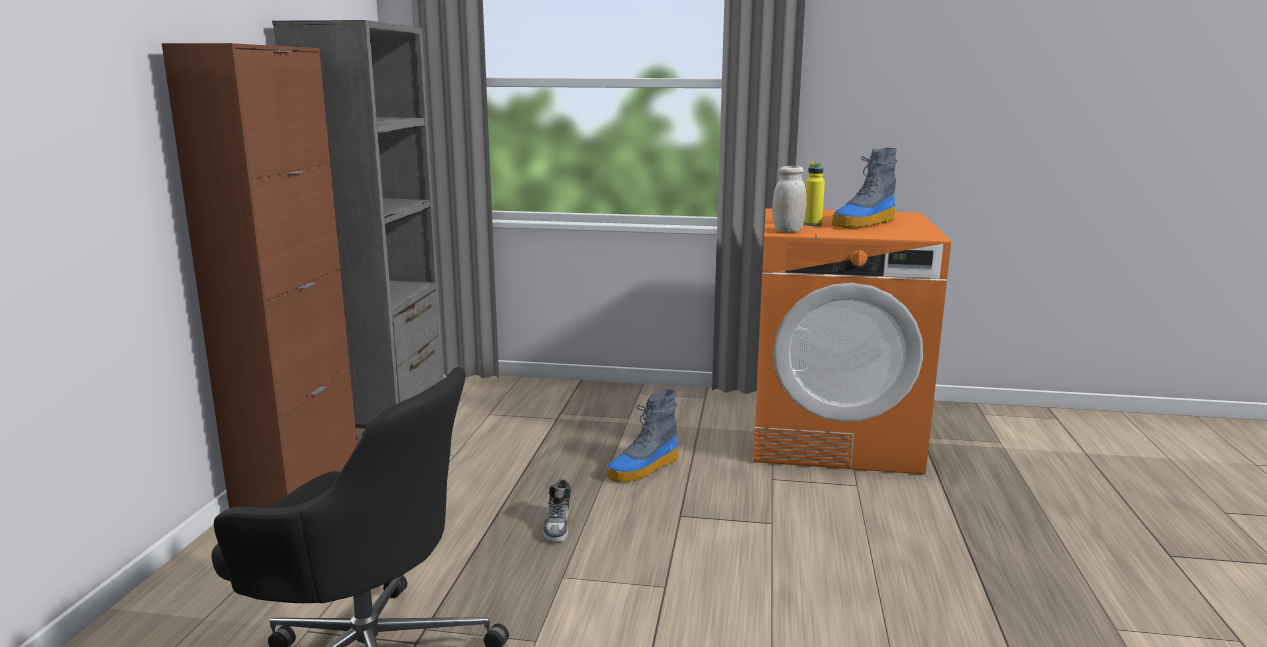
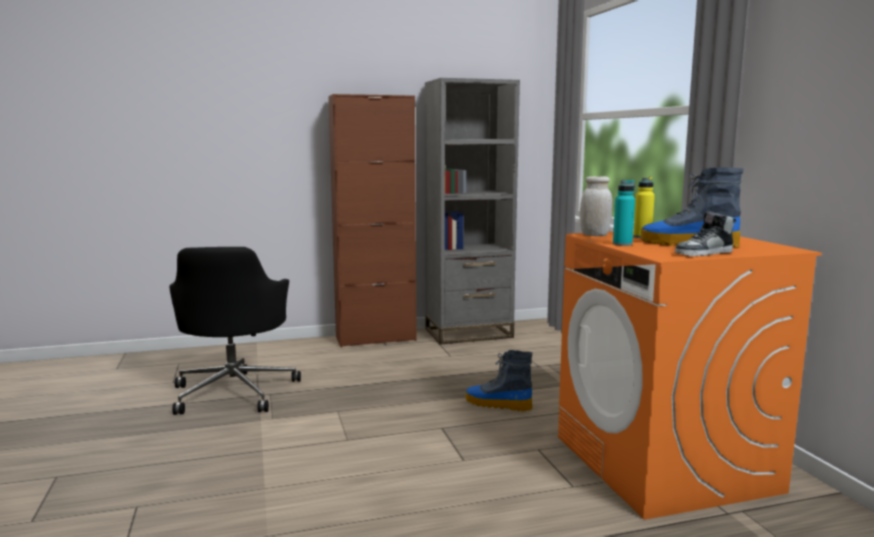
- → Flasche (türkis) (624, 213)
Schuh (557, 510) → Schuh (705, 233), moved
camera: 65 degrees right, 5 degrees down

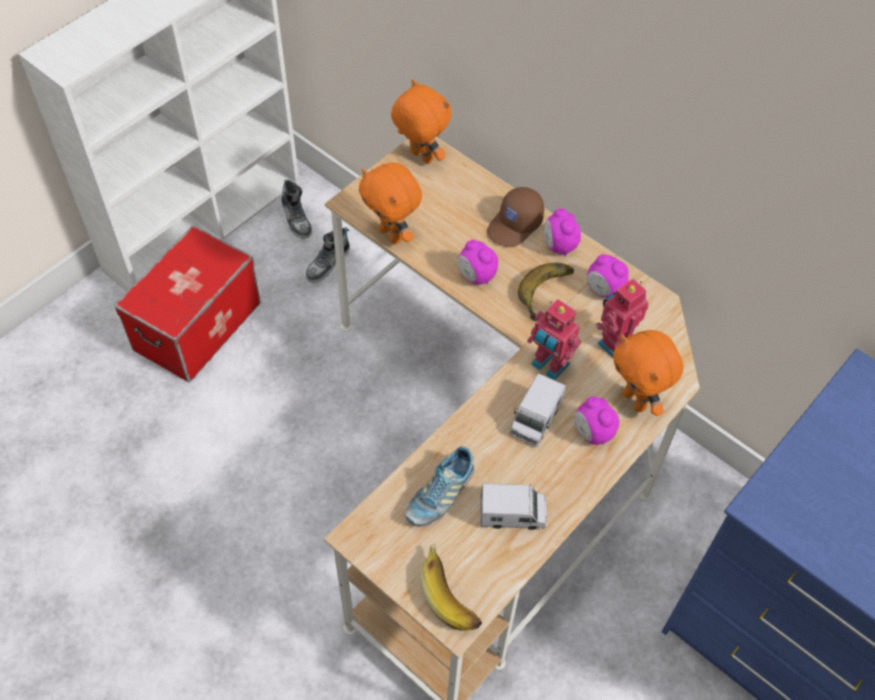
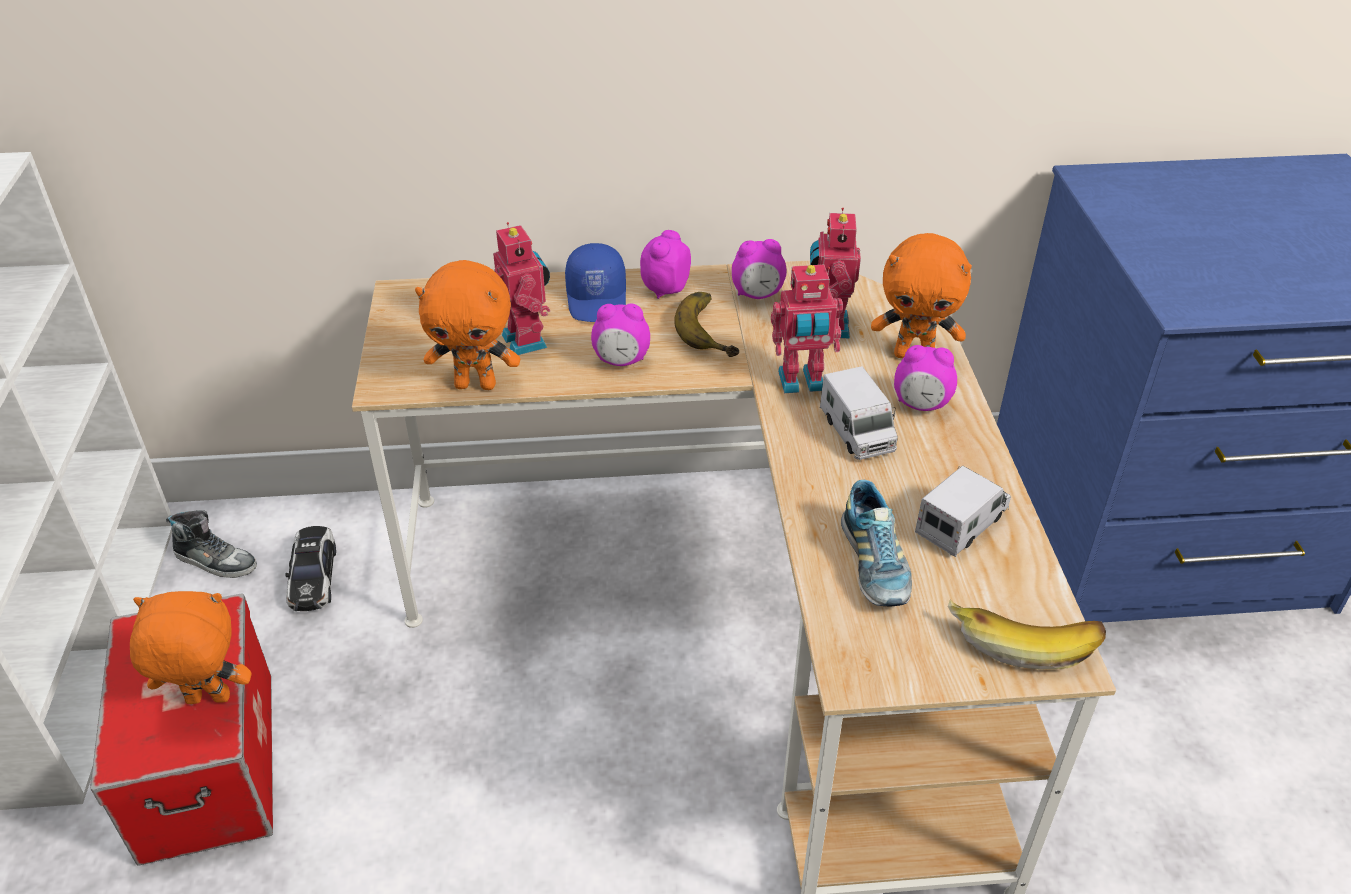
Plüschtier (orange) (421, 121) → Plüschtier (orange) (190, 647), moved
Schuh (328, 255) → Spielzeugauto (310, 568)
- → Spielzeugroboter (521, 288)
Kappe (braun) (515, 217) → Kappe (blau) (595, 282)
Wecker (562, 232) → Wecker (665, 264), 90 degrees clockwise
camera: 45 degrees left, 15 degrees down

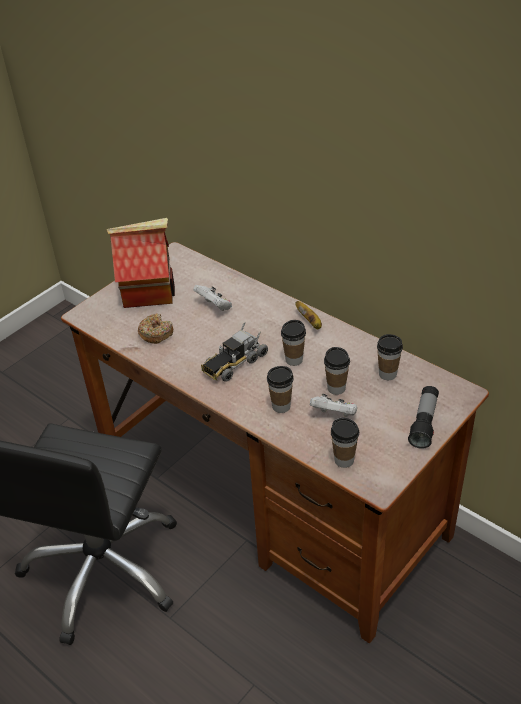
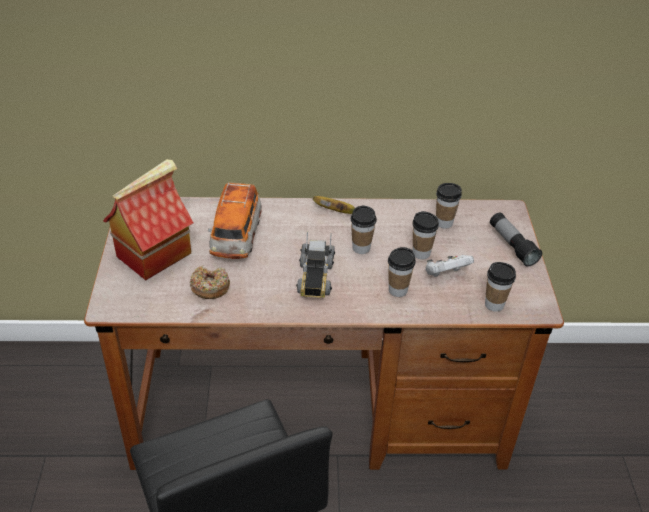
Gamepad (weiß) (212, 298) → Spielzeugauto (235, 221)
camera: 45 degrees left, 0 degrees up

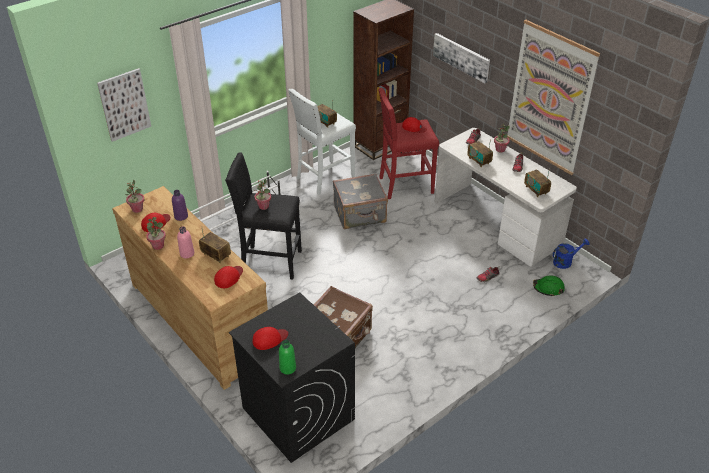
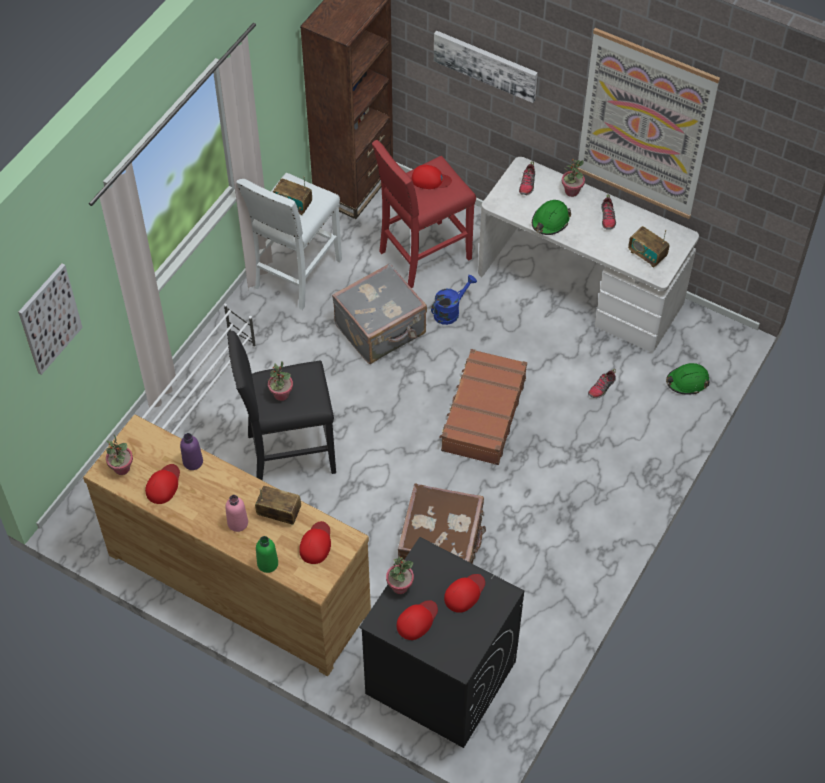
Flasche (grün) (287, 357) → Flasche (grün) (267, 554), moved
Topfpflanze (156, 233) → Topfpflanze (400, 575), moved
Gießkanne (blau) (571, 253) → Gießkanne (blau) (454, 300), moved
- → Koffer (braun) (483, 407)
- → Kappe (rot) (464, 593)
Radio (480, 153) → Schutzhelm (grün) (551, 217)
camera: 20 degrees left, 15 degrees up

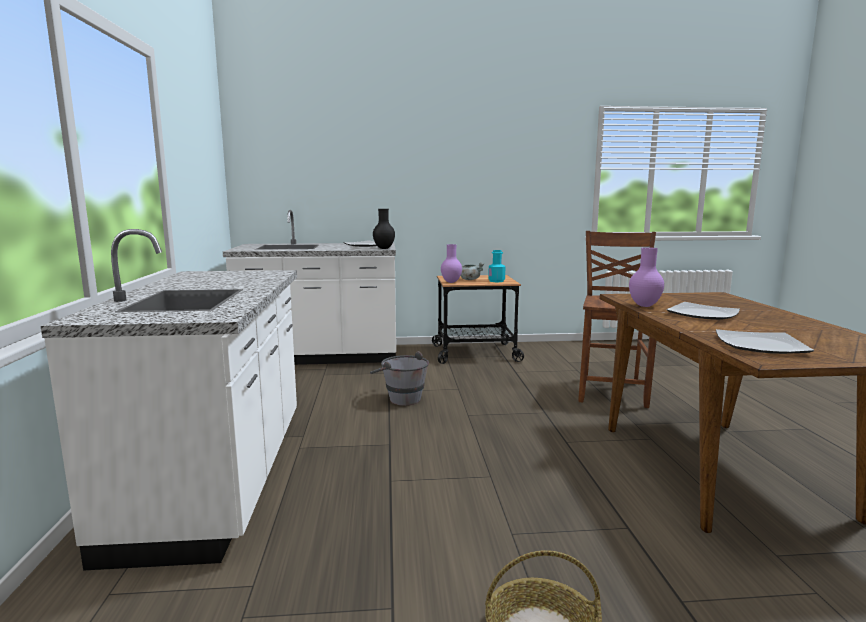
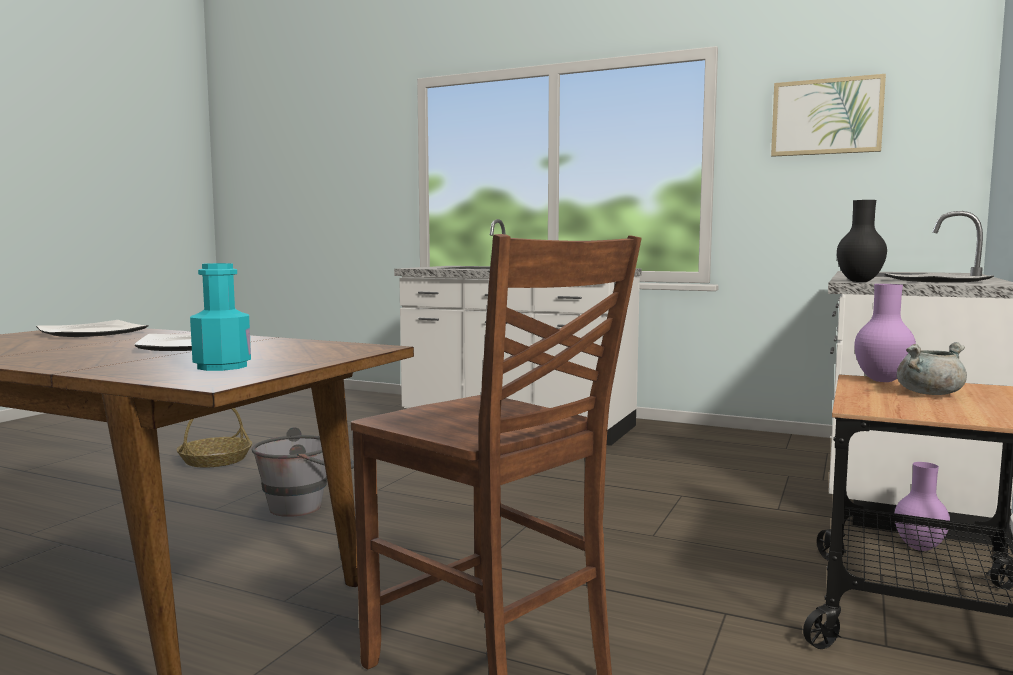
Flasche (türkis) (496, 266) → Flasche (türkis) (220, 317), moved
Eimer (grau) (399, 378) → Eimer (grau) (303, 472), moved
- → Bild (828, 115)
Vase (lila) (646, 277) → Vase (lila) (922, 506), moved
camera: 120 degrees right, 5 degrees down

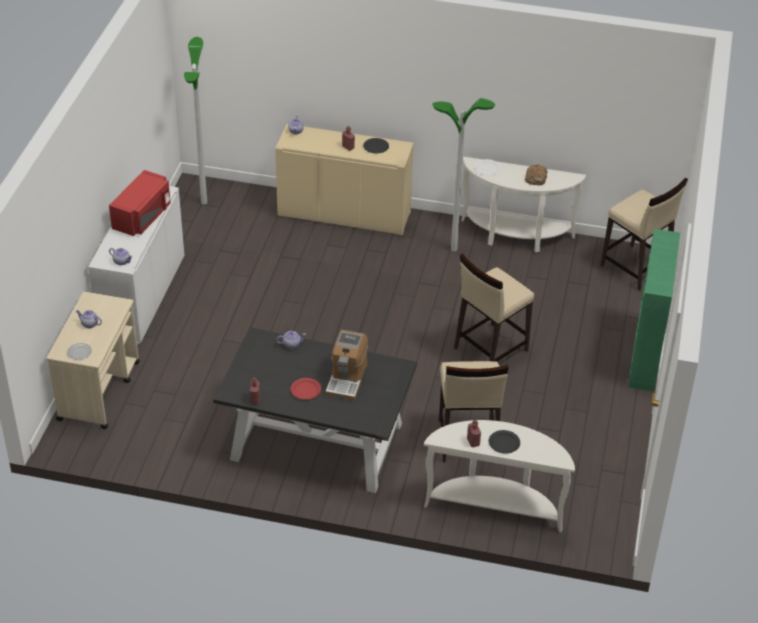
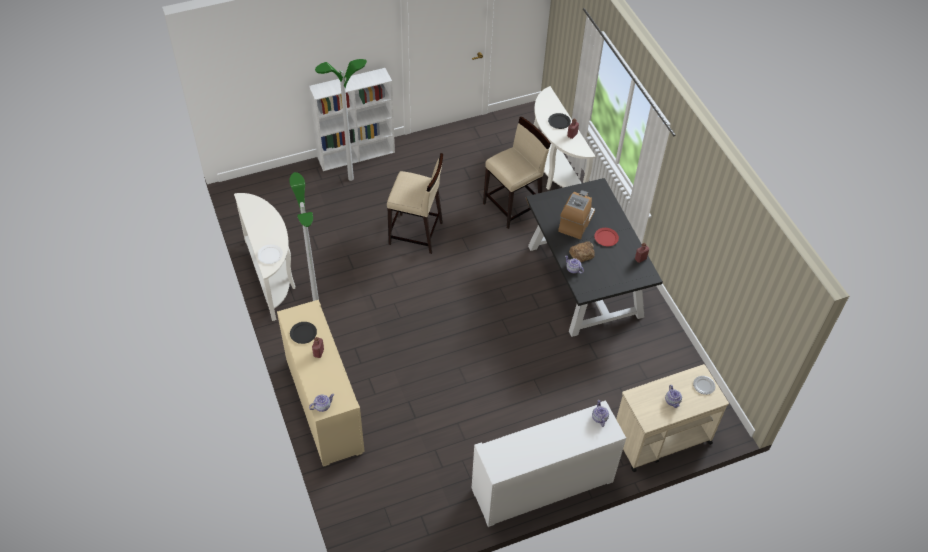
Bücherregal (grün) (654, 310) → Bücherregal (weiß) (352, 119)
Stehlampe (195, 120) → Stehlampe (341, 120), moved
Kaffeemaschine (346, 365) → Kaffeemaschine (576, 214), 45 degrees counterclockwise
Brot (536, 175) → Brot (582, 251), moved
Mikrowelle (rot) (140, 203) → -
Hocker (beige) (644, 234) → -
camera: 125 degrees left, 10 degrees up

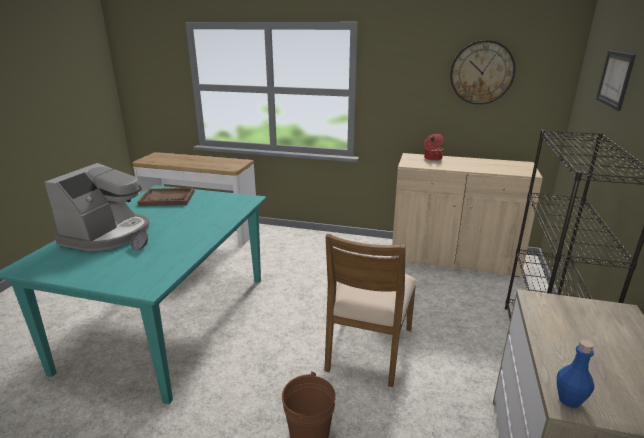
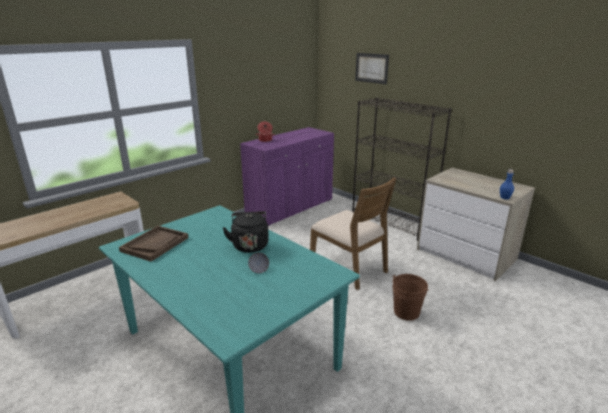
- → Wasserkessel (schwarz) (246, 232)
Schrank (beige) (467, 215) → Schrank (lila) (287, 176)
Kaffeemaschine (97, 207) → -
Wanduhr (483, 72) → -
camera: 60 degrees left, 0 degrees up

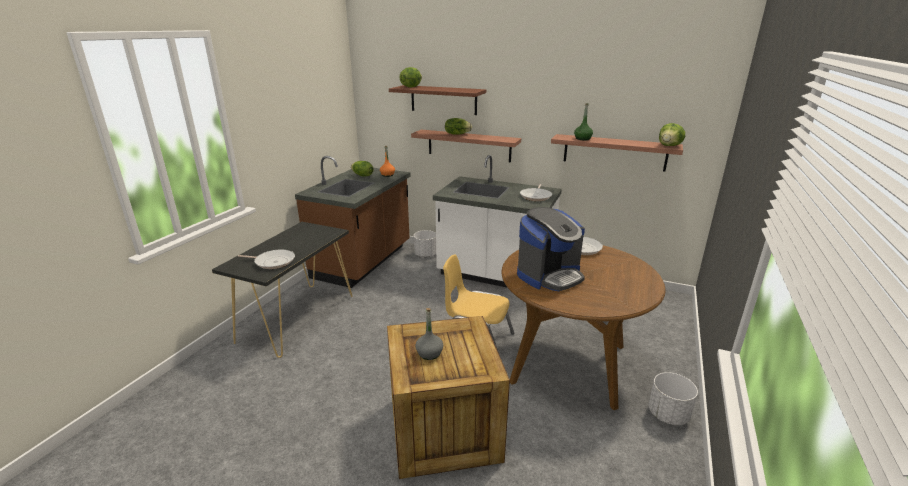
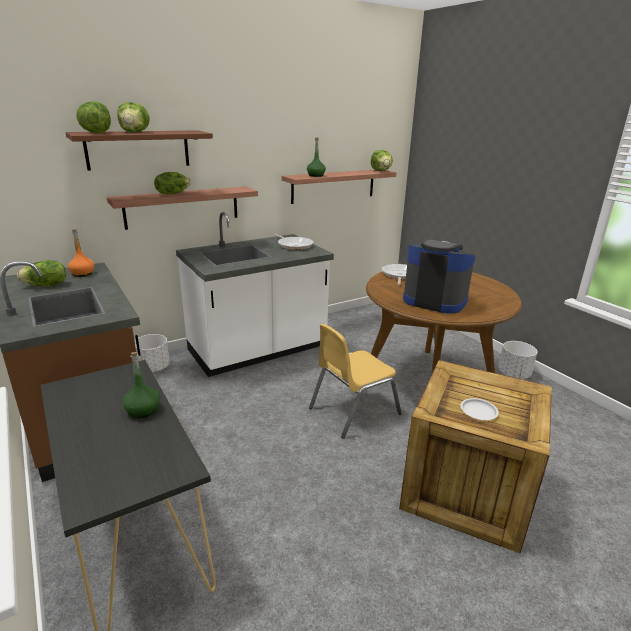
- → Salatkopf (133, 117)
- → Flasche (grün) (141, 385)
Kaffeemaschine (551, 249) → Kaffeemaschine (439, 276), 60 degrees counterclockwise
Flasche (grau) (429, 334) → Teller (weiß) (479, 409)
Pfanne (266, 259) → -
camera: 55 degrees left, 0 degrees up

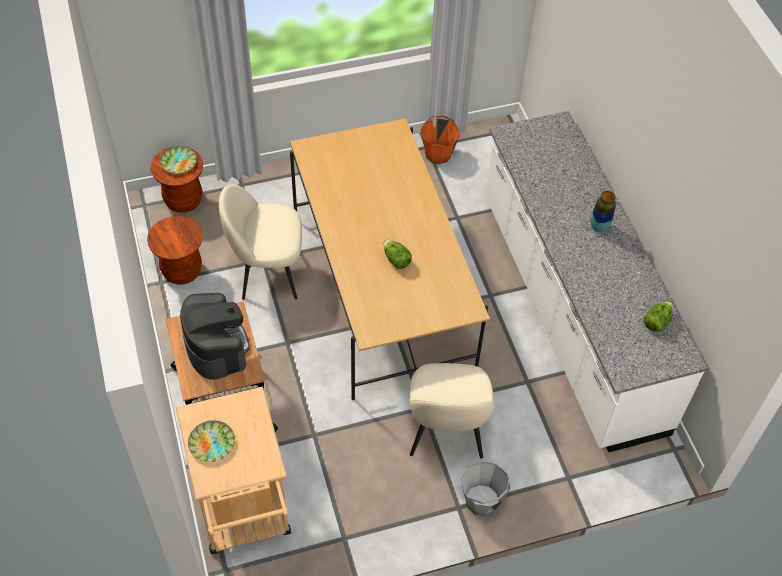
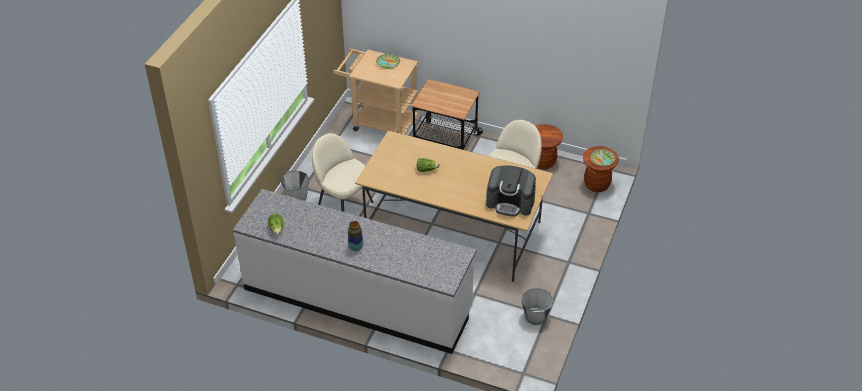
Kaffeemaschine (215, 336) → Kaffeemaschine (511, 190), moved
Eimer (orange) (440, 140) → Eimer (grau) (537, 306)
camera: 130 degrees right, 10 degrees down

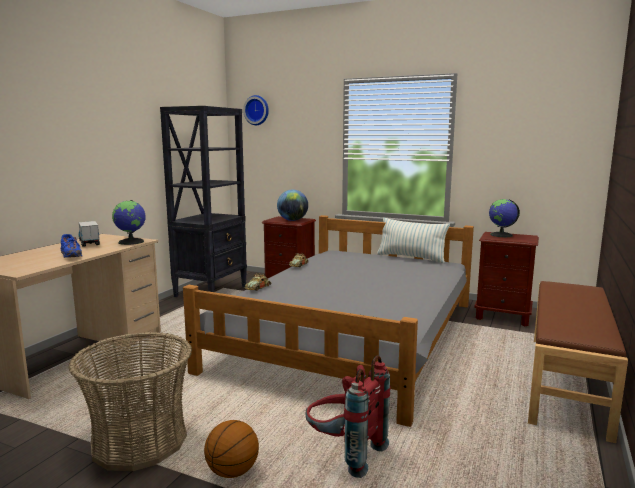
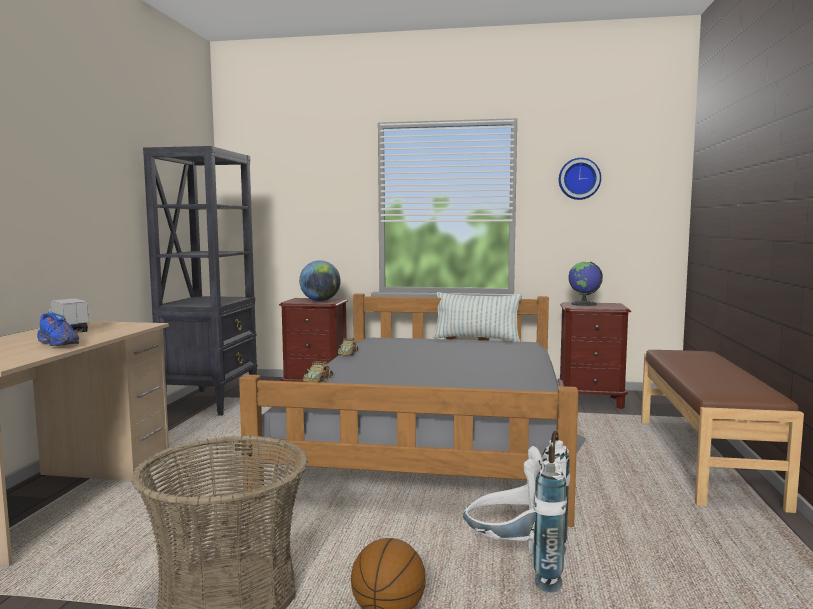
Rucksack (rot) (348, 417) → Rucksack (weiß) (516, 511)
Wanduhr (256, 110) → Wanduhr (580, 179), moved
Globus (129, 222) → -
camera: 15 degrees left, 5 degrees down

